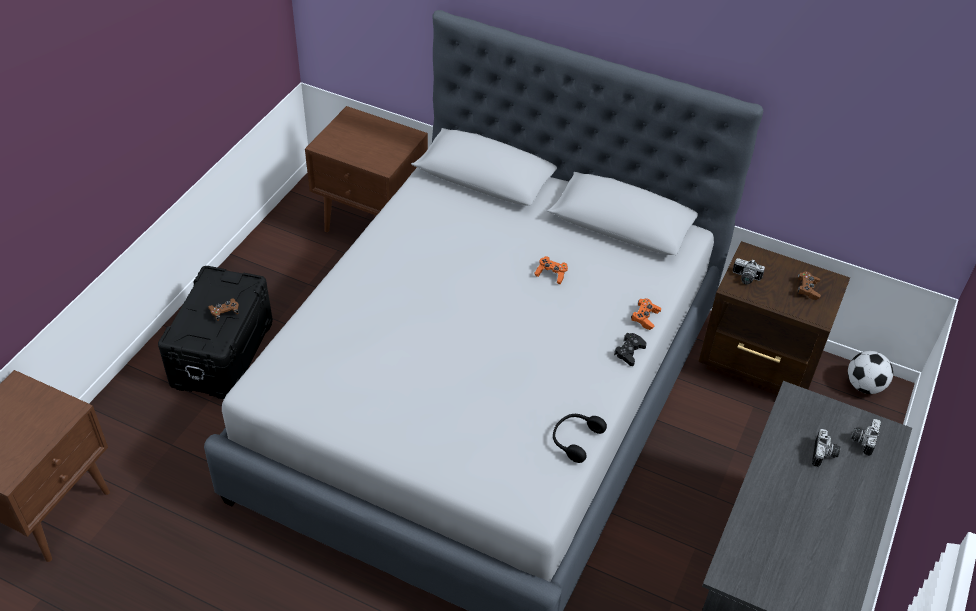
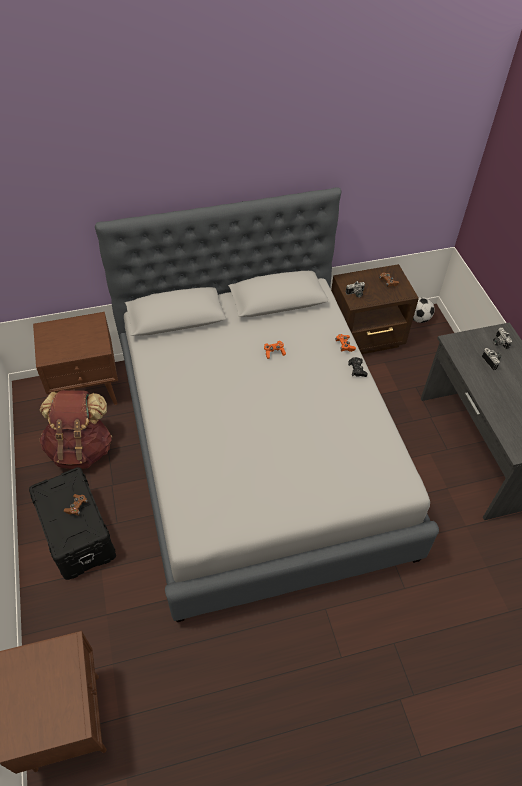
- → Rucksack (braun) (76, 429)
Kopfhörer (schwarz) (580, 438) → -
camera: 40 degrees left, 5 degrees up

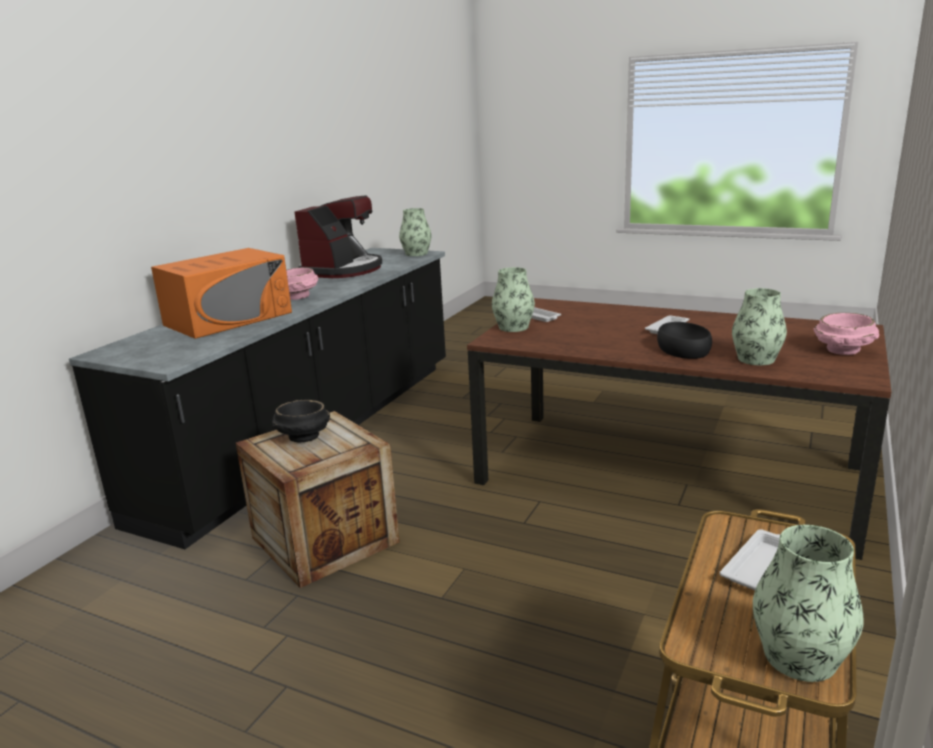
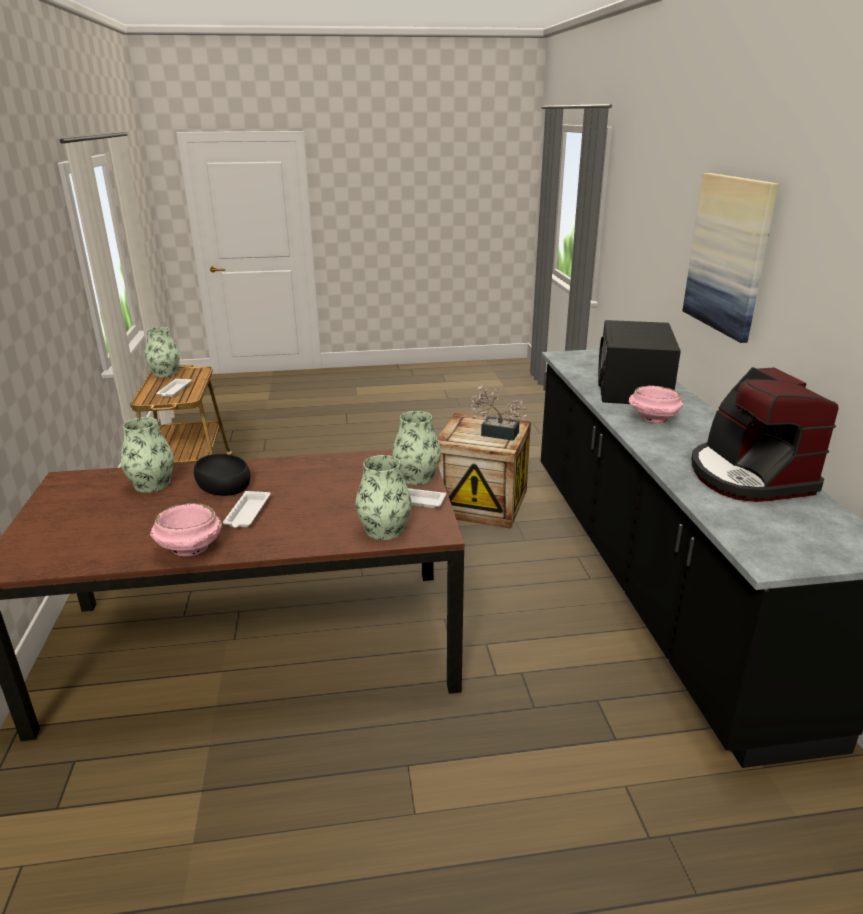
Schüssel (rosa) (846, 334) → Schüssel (rosa) (186, 530), moved
Vase (415, 232) → Vase (383, 497), moved
Schüssel (schwarz) (301, 421) → Topfpflanze (499, 412)
Mikrowelle (orange) (221, 293) → Mikrowelle (schwarz) (639, 362)
- → Bild (731, 258)
camera: 145 degrees right, 5 degrees up

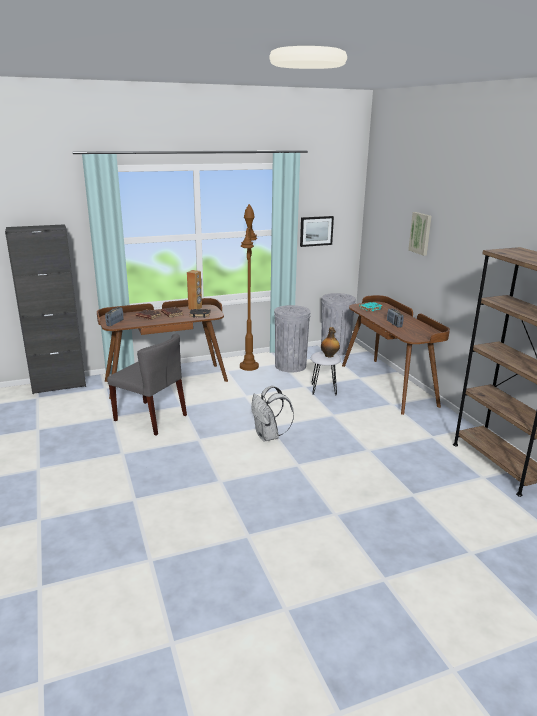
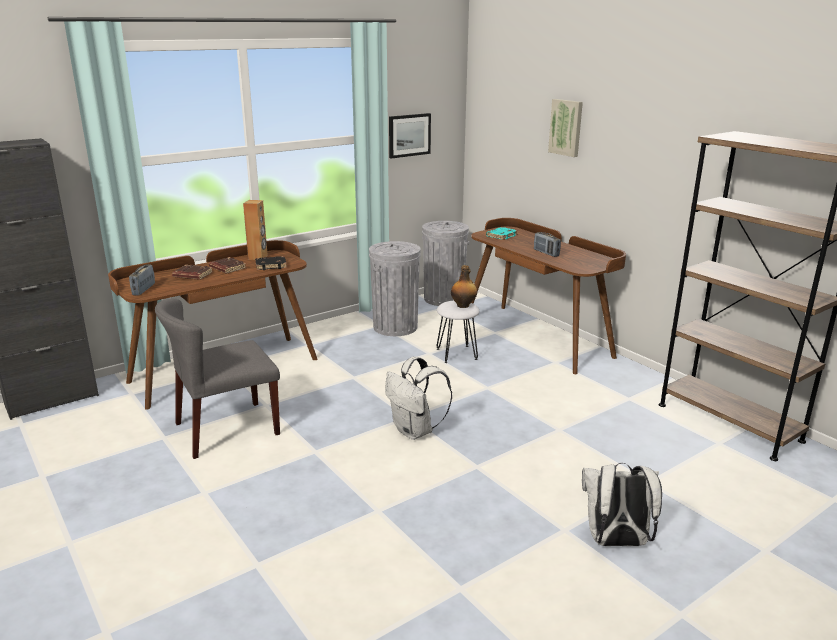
Stuhl (grau) (147, 384) → Stuhl (grau) (217, 378), 135 degrees clockwise
- → Rucksack (weiß) (622, 504)
Stehlampe (braun) (249, 287) → -
camera: 15 degrees left, 0 degrees up

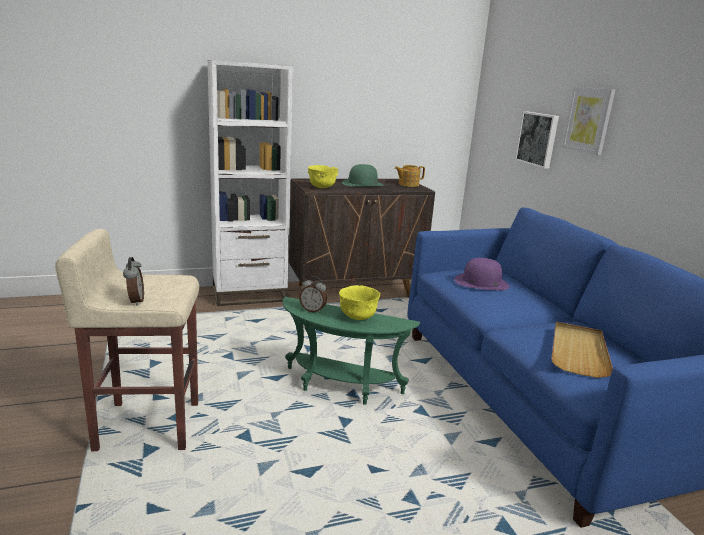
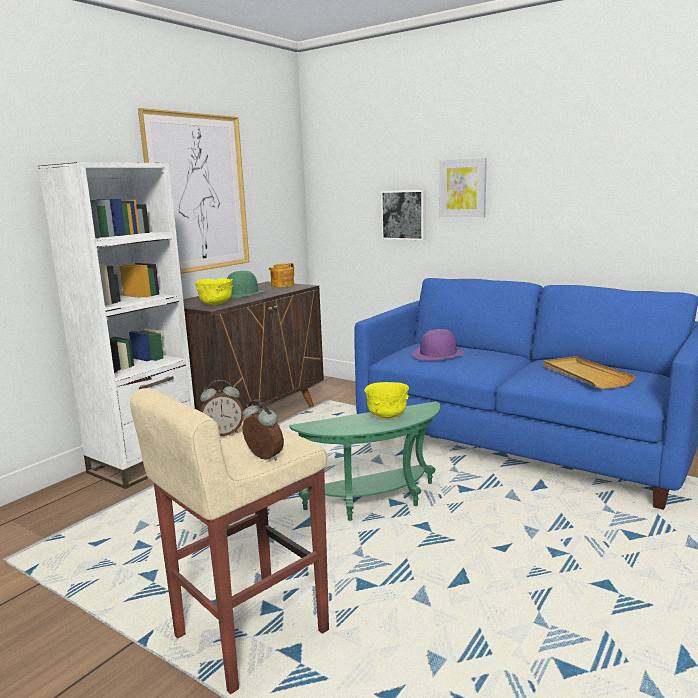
- → Bild (193, 191)
Wecker (313, 294) → Wecker (221, 408), moved
camera: 35 degrees left, 5 degrees down

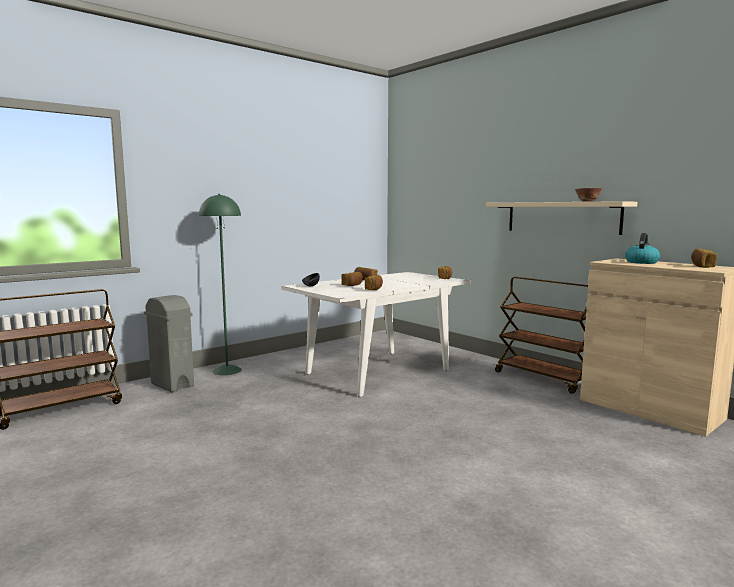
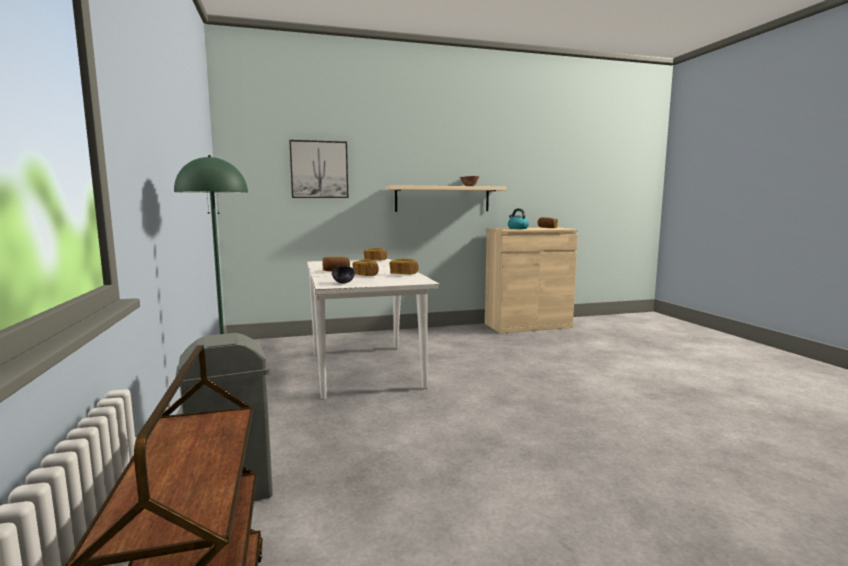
- → Bild (318, 169)
Rollwagen (braun) (541, 335) → -
camera: 65 degrees left, 0 degrees up

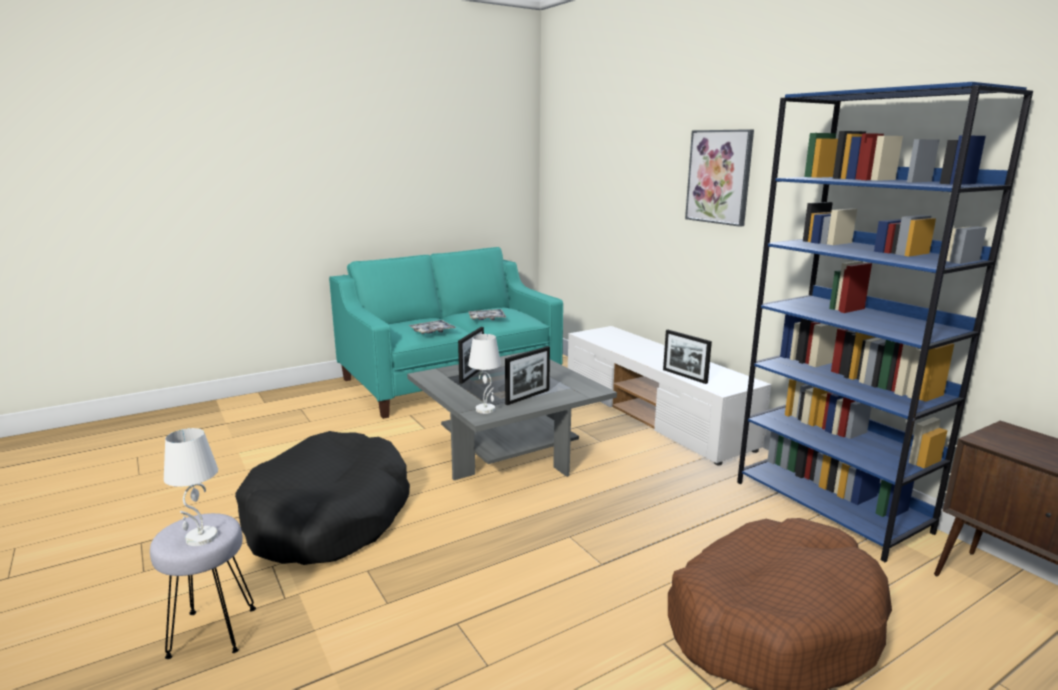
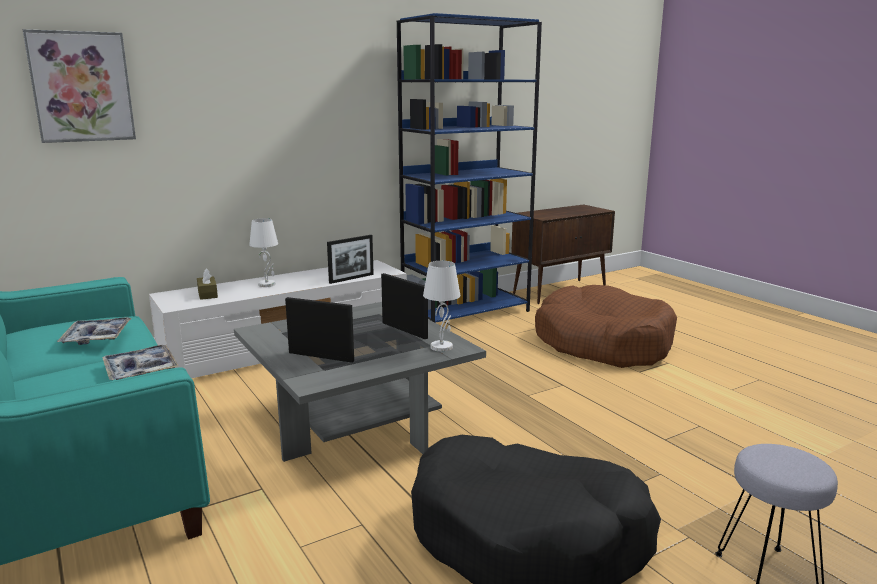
Bild (719, 178) → Bild (79, 86), moved
- → Taschentuchbox (braun) (207, 284)
Tischlampe (weiß) (191, 487) → Tischlampe (weiß) (263, 252), moved
camera: 90 degrees left, 0 degrees up

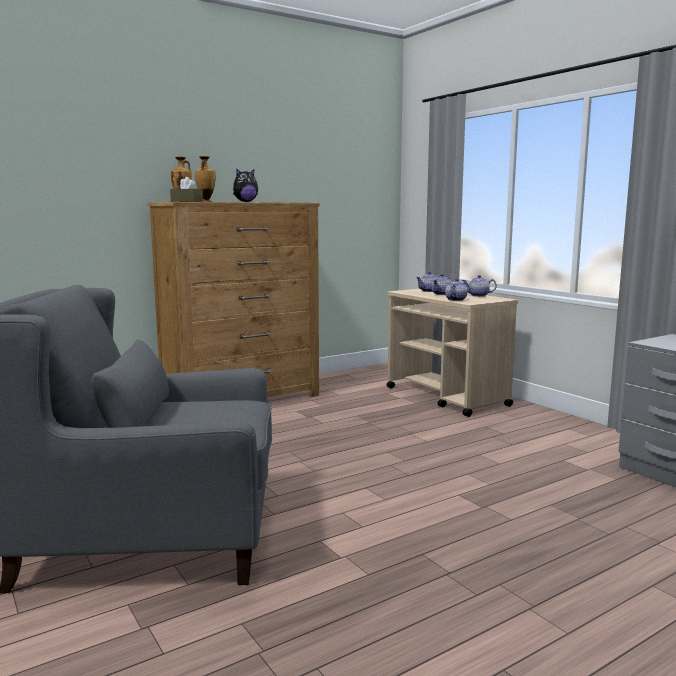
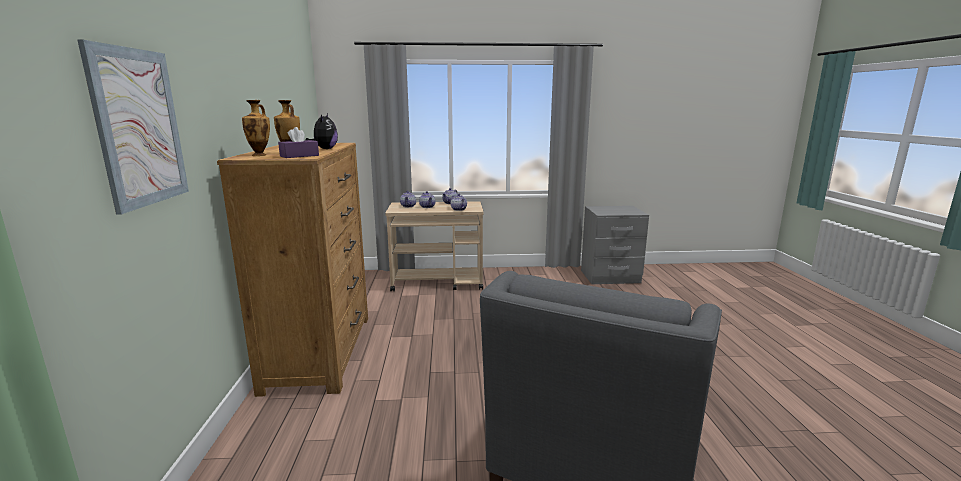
- → Bild (133, 127)
Taschentuchbox (braun) (186, 189) → Taschentuchbox (lila) (298, 142)
camera: 60 degrees left, 5 degrees up

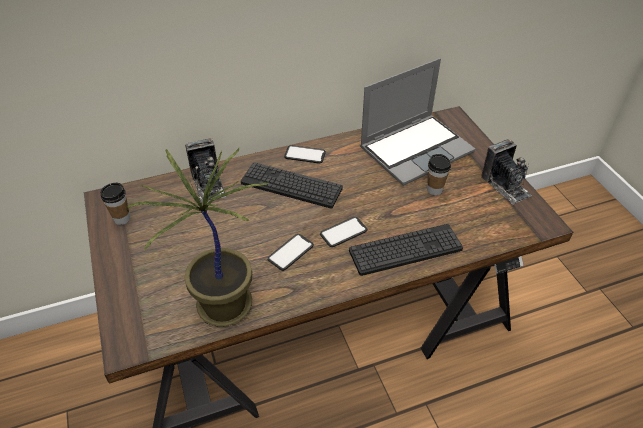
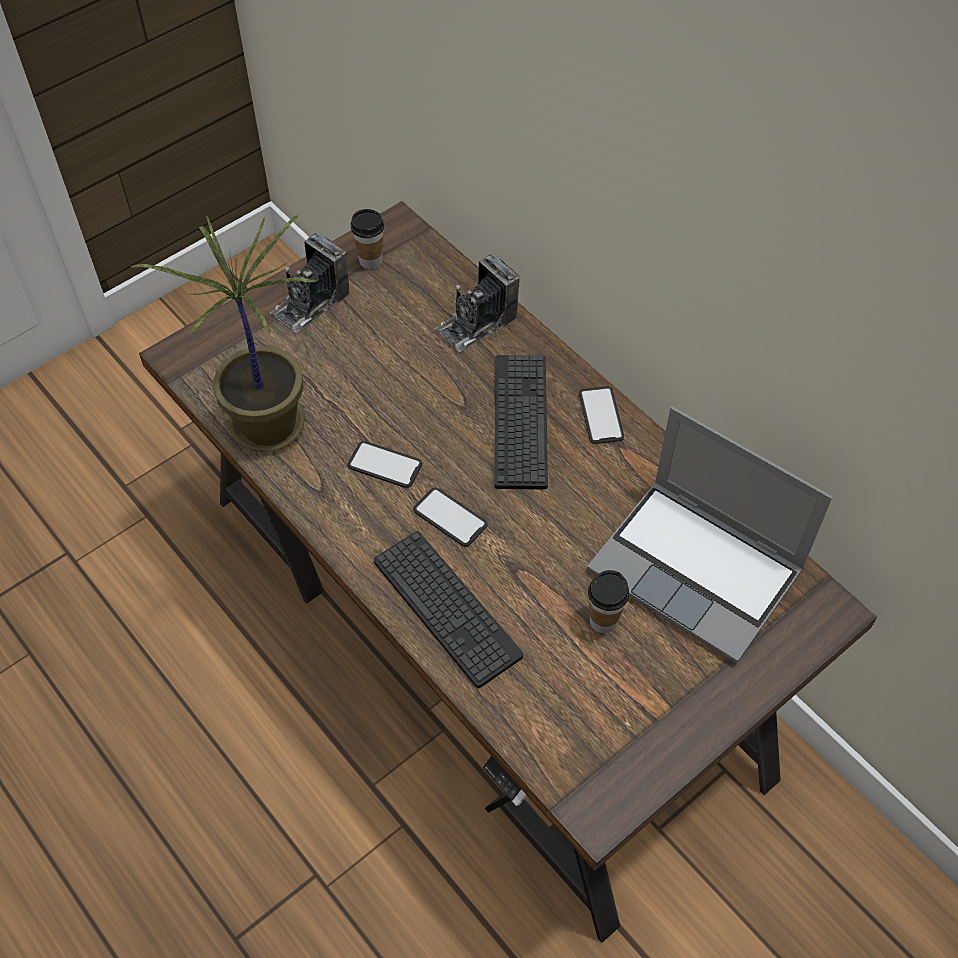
Kamera (506, 172) → Kamera (309, 283), moved
camera: 70 degrees right, 10 degrees up

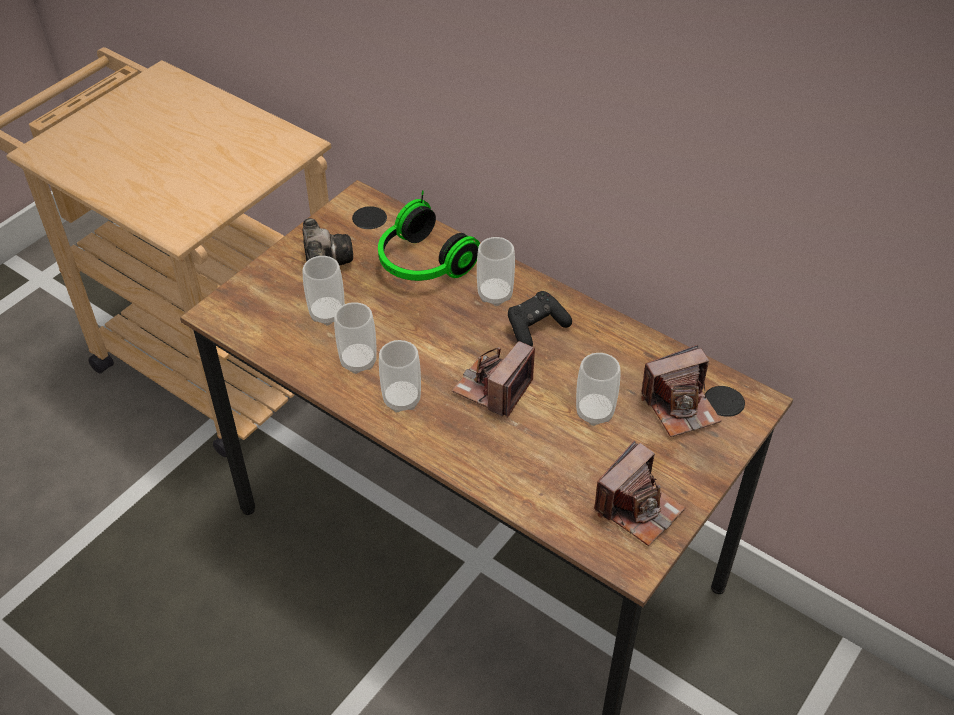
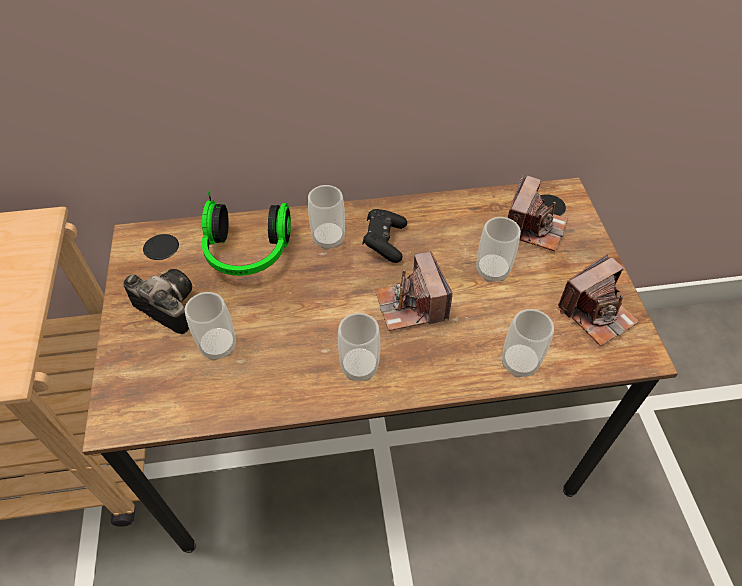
Tasse (355, 338) → Tasse (528, 343), moved
Kamera (639, 493) → Kamera (598, 300), 60 degrees clockwise
camera: 45 degrees left, 5 degrees up

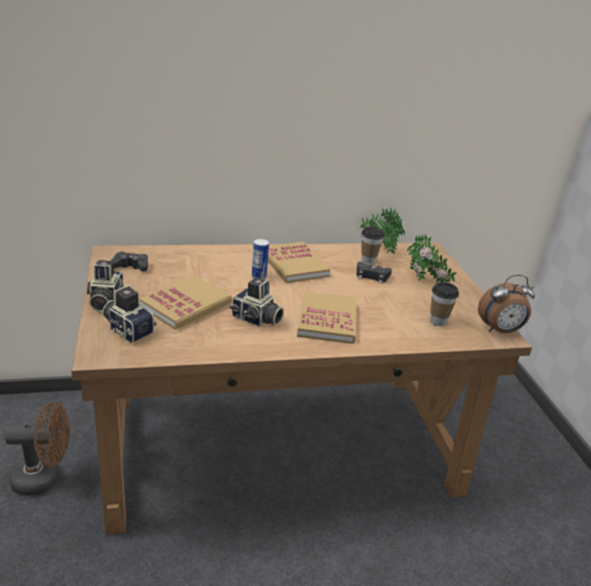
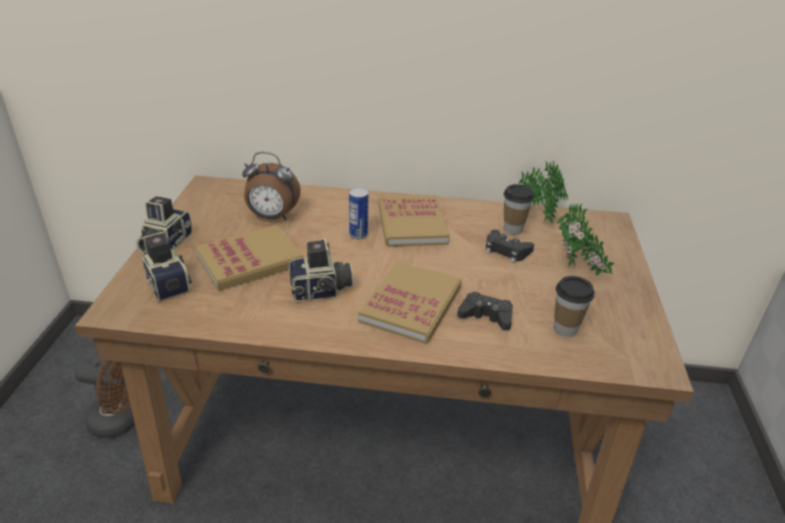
Wecker (506, 304) → Wecker (271, 186), moved
Kamera (257, 302) → Kamera (321, 269), 60 degrees counterclockwise
Gamepad (schwarz) (129, 262) → Gamepad (schwarz) (485, 311), moved
camera: 20 degrees right, 5 degrees up

